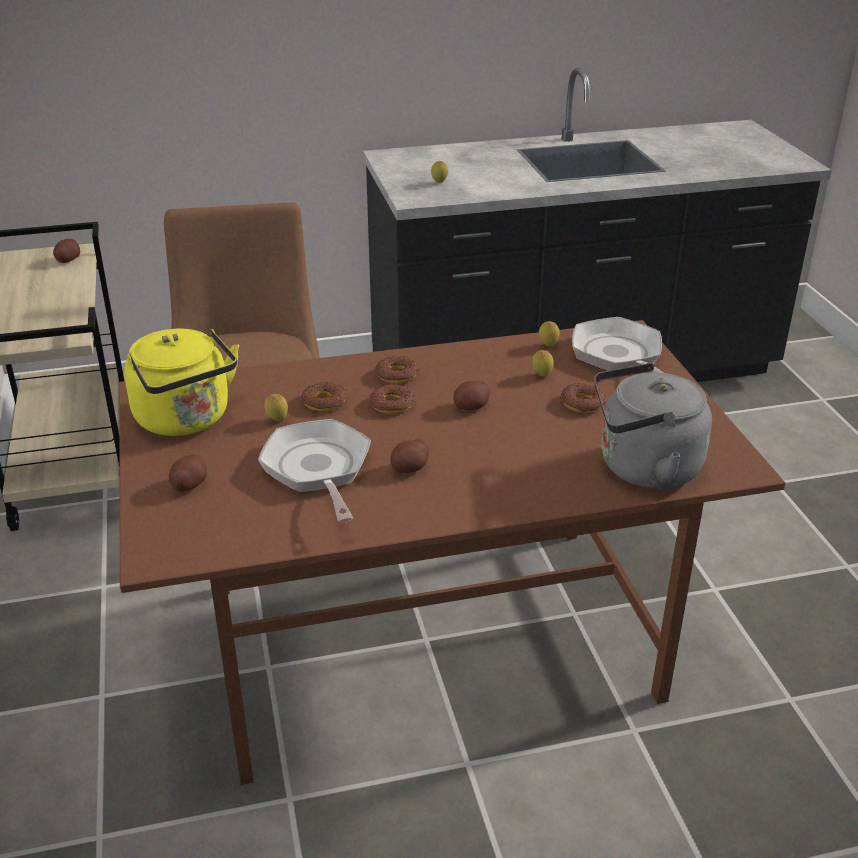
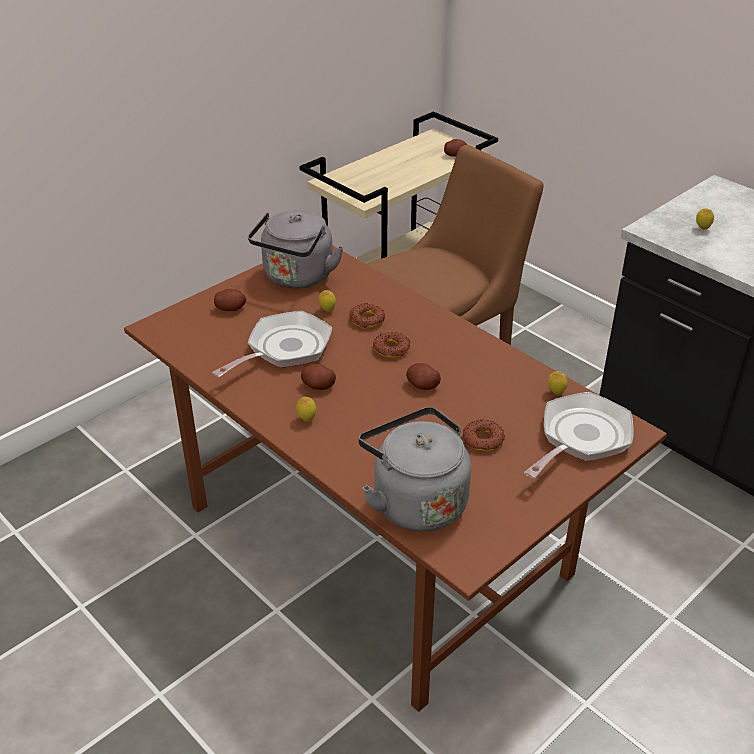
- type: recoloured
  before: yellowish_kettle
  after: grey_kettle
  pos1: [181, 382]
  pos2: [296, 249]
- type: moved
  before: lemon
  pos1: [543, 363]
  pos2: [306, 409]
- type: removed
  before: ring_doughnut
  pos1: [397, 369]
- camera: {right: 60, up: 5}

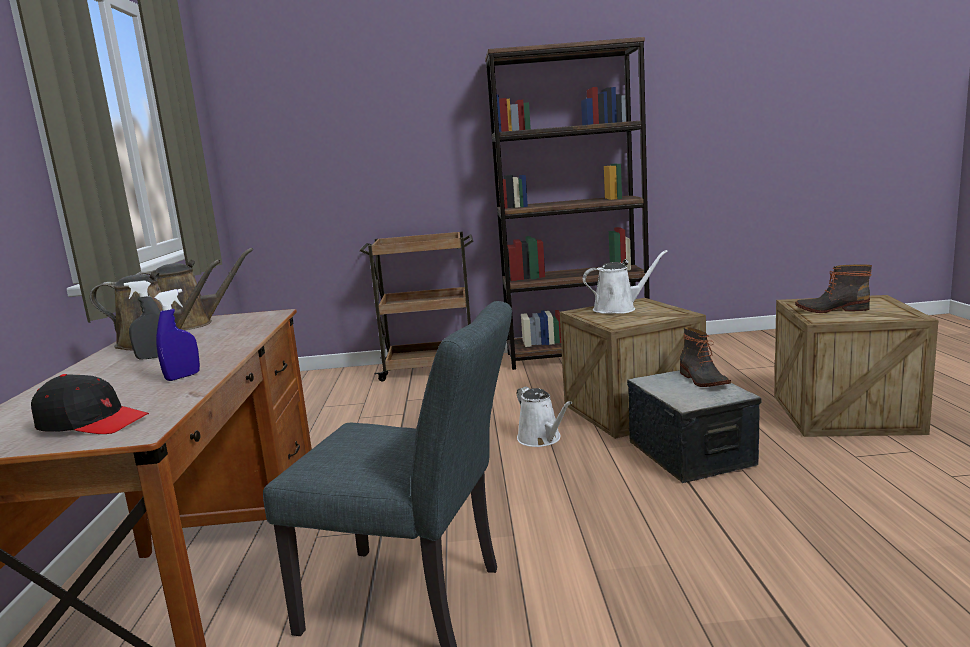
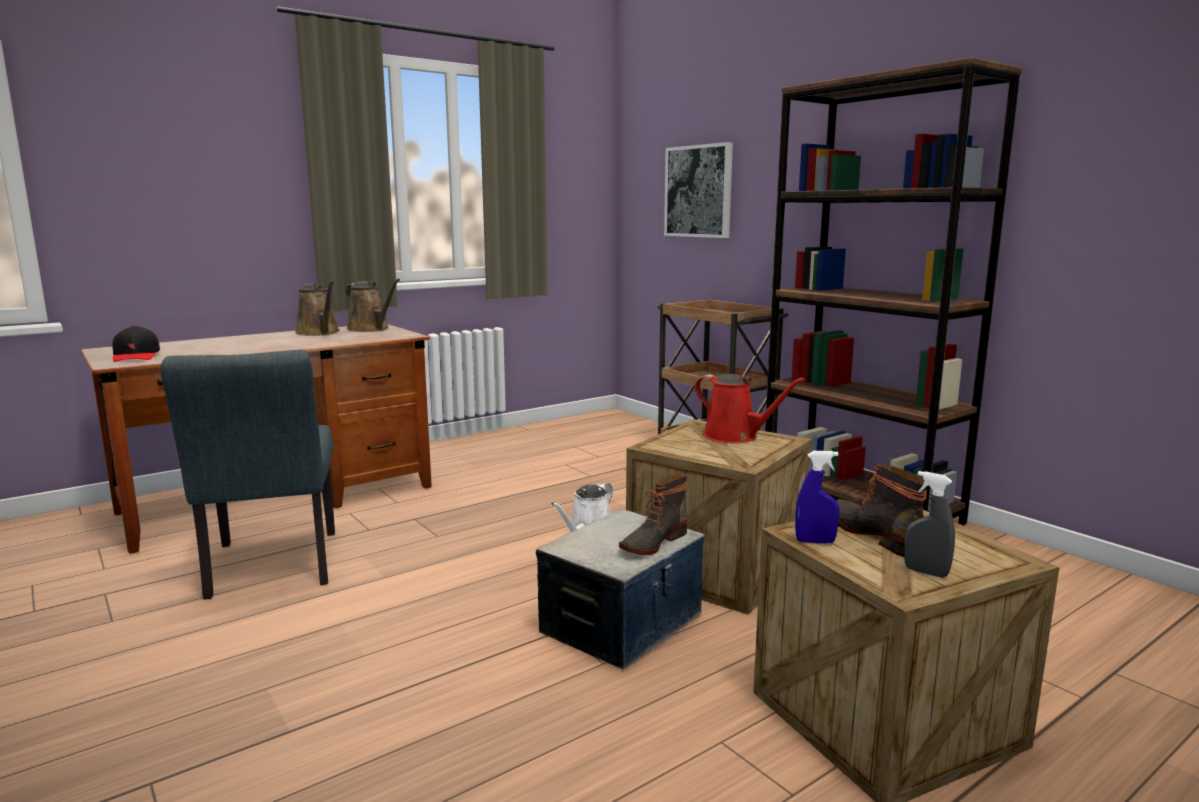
- type: added
  after: wall_art
  pos2: [698, 190]
- type: recoloured
  before: whitish_sprinkling_can
  after: reddish_sprinkling_can
  pos1: [625, 282]
  pos2: [749, 408]
- type: moved
  before: blue_hand_sprayer
  pos1: [177, 335]
  pos2: [817, 497]
- type: moved
  before: grey_hand_sprayer
  pos1: [142, 320]
  pos2: [929, 524]
- camera: {right: 55, up: 0}

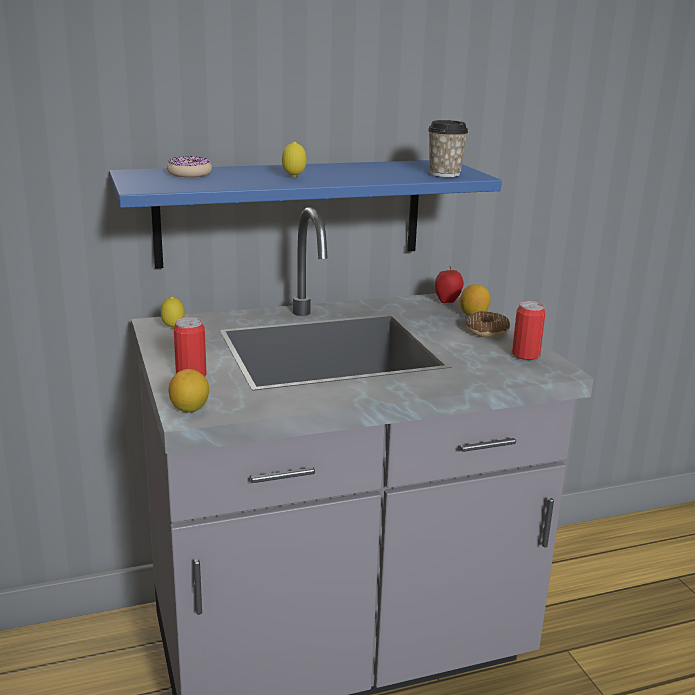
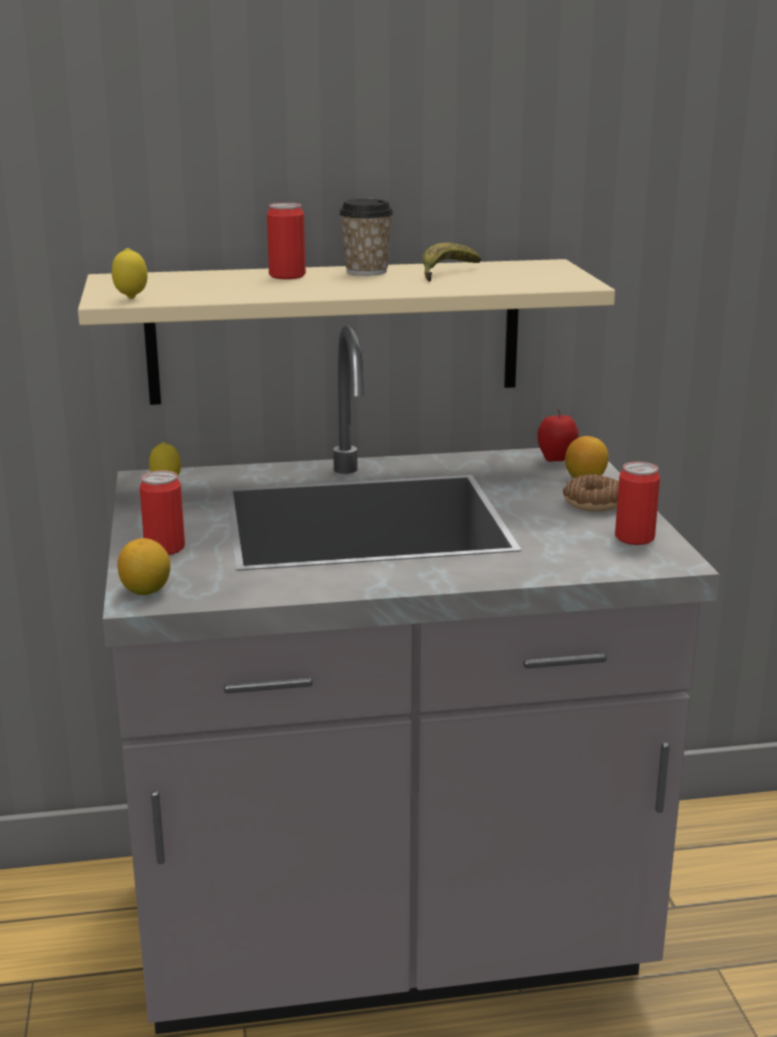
- type: recoloured
  before: blue_wall_shelf
  after: beige-coloured_wall_shelf
  pos1: [305, 214]
  pos2: [346, 332]
- type: moved
  before: lemon
  pos1: [294, 159]
  pos2: [130, 273]
- type: added
  after: can
  pos2: [286, 241]
- type: moved
  before: drinking_cup
  pos1: [448, 148]
  pos2: [366, 237]
- type: added
  after: banana
  pos2: [451, 262]
- type: removed
  before: ring_doughnut
  pos1: [189, 166]
- camera: {right: 10, up: 0}

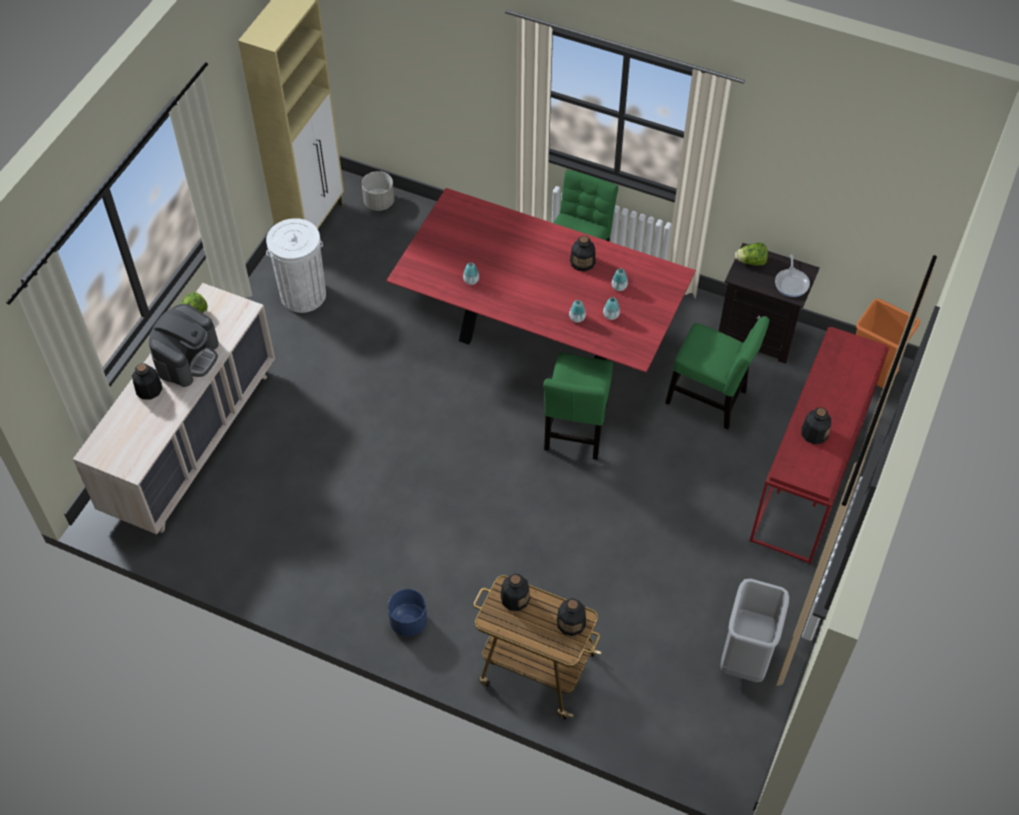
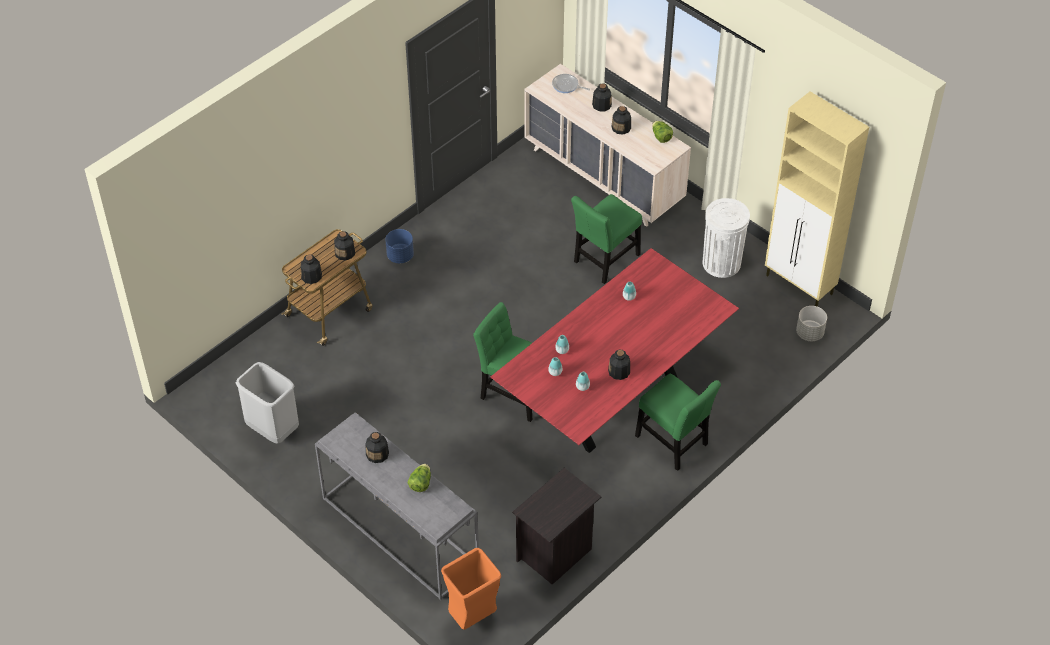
- type: recoloured
  before: reddish_console_table
  after: grey_console_table
  pos1: [819, 445]
  pos2: [397, 506]
- type: moved
  before: lettuce_head
  pos1: [751, 254]
  pos2: [419, 478]
- type: moved
  before: frying_pan
  pos1: [792, 275]
  pos2: [571, 83]
- type: moved
  before: green-coloured_upright_chair
  pos1: [717, 372]
  pos2: [606, 239]
- type: replaced
  before: coffee_brewer
  after: drink_bottle
  pos1: [184, 345]
  pos2: [621, 120]
- camera: {right: 110, up: -5}

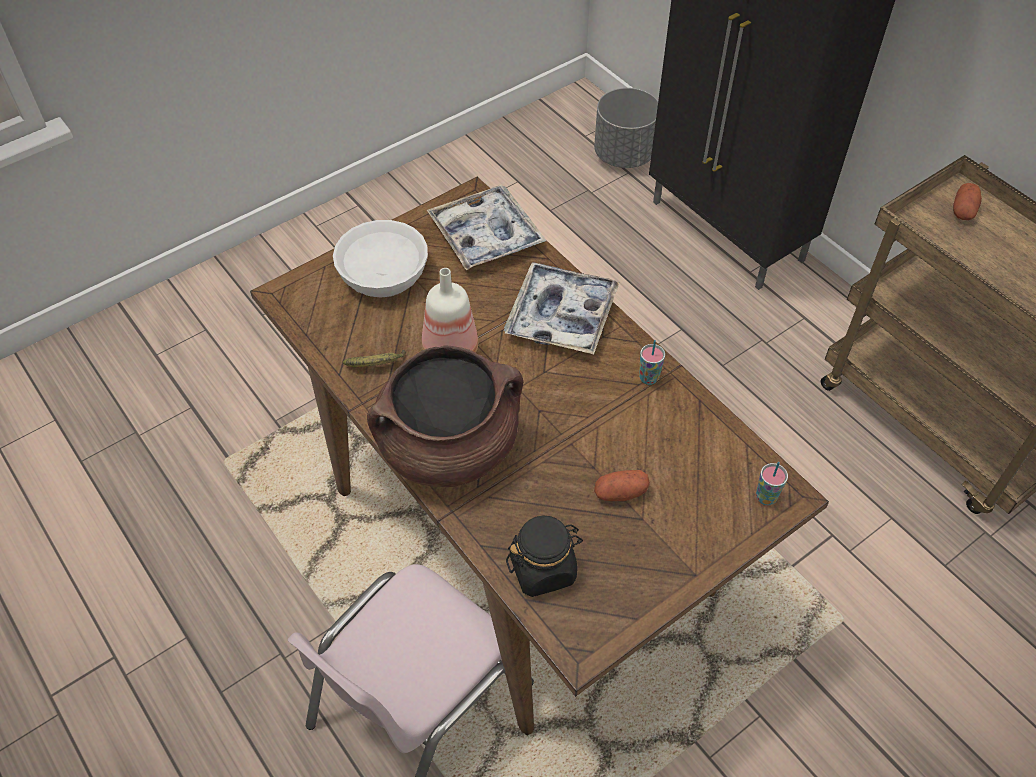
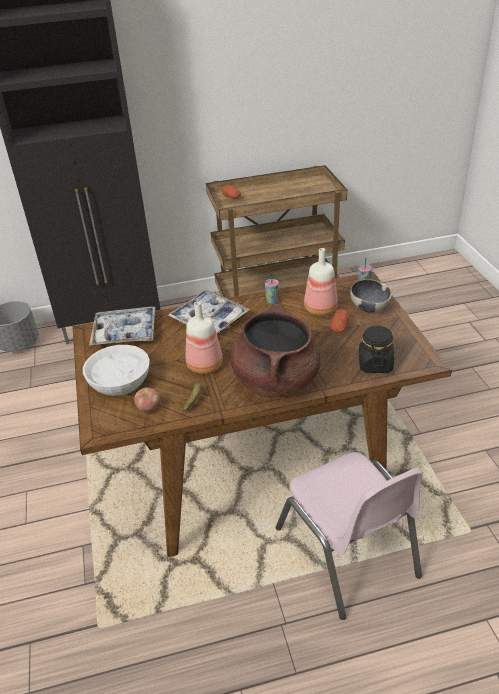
- type: added
  after: apple
  pos2: [147, 399]
- type: added
  after: drink_bottle
  pos2: [321, 282]
- type: added
  after: deep_dish
  pos2: [371, 296]
- camera: {right: -65, up: -15}

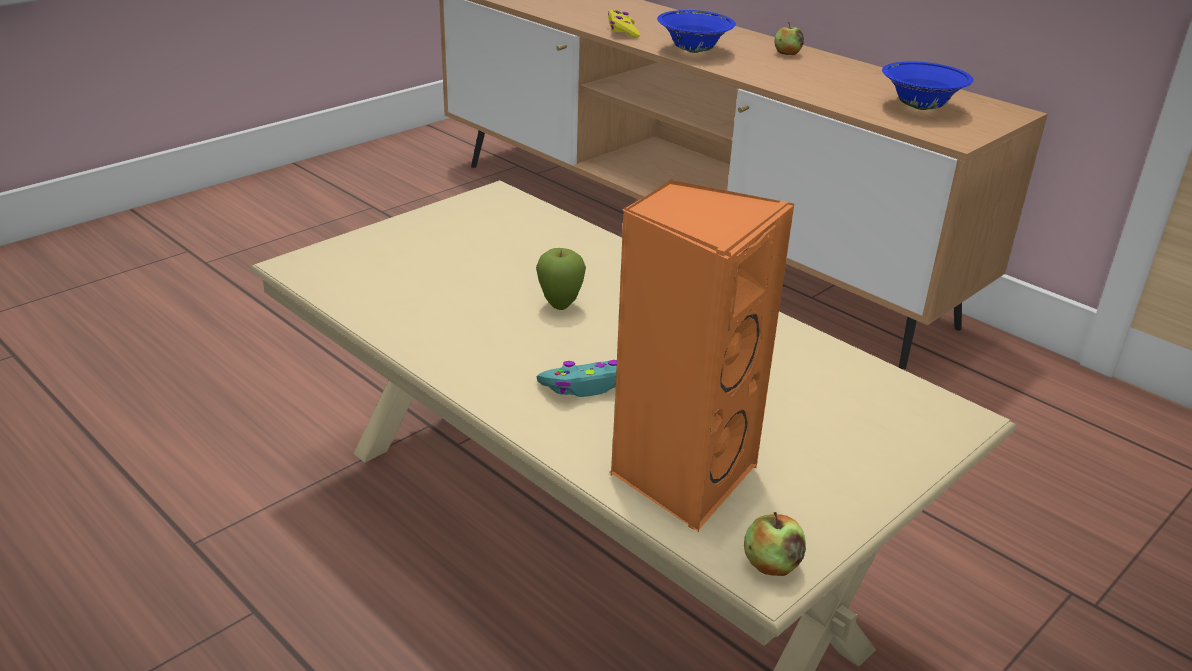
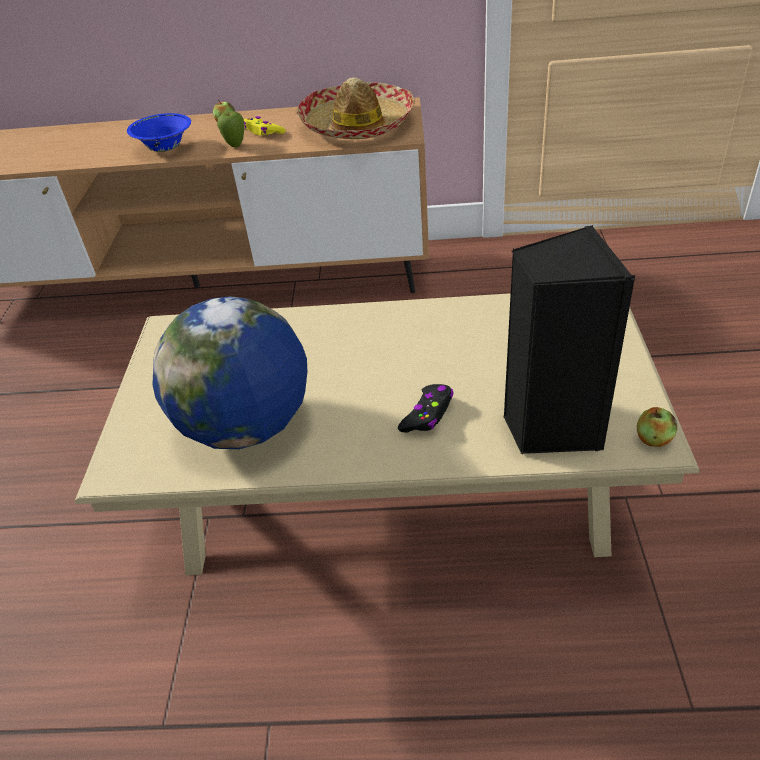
- type: added
  after: globe
  pos2: [230, 372]
- type: moved
  before: apple
  pos1: [561, 279]
  pos2: [230, 129]
- type: moved
  before: yellowish_gamepad
  pos1: [624, 24]
  pos2: [265, 126]
- type: replaced
  before: blue_deep_dish
  after: clothing_hat
  pos1: [928, 85]
  pos2: [355, 108]
- type: recoloured
  before: turquoise-coloured_gamepad
  after: black-coloured_gamepad
  pos1: [577, 378]
  pos2: [425, 408]
- type: recoloured
  before: orangey_speaker
  after: black-coloured_speaker
  pos1: [702, 355]
  pos2: [569, 340]
- camera: {right: -40, up: 10}

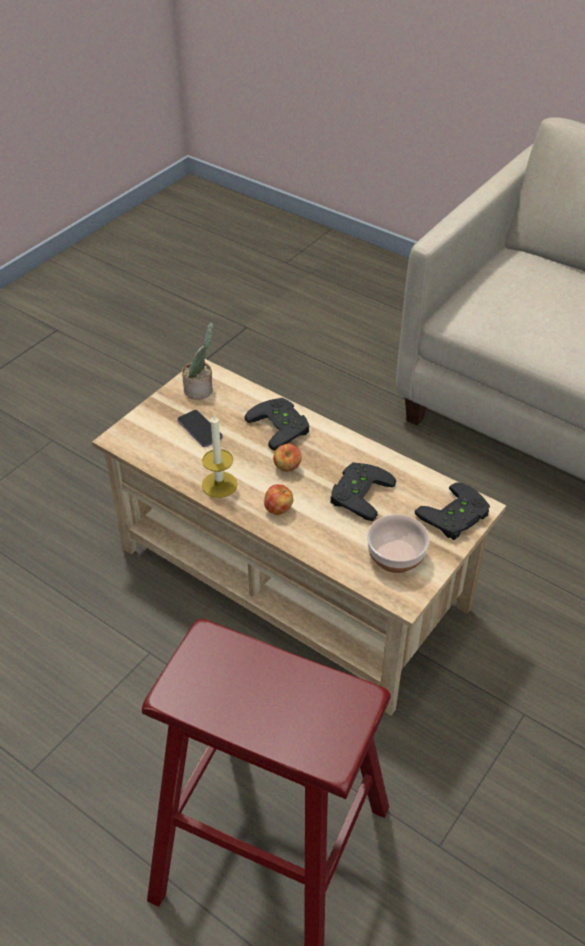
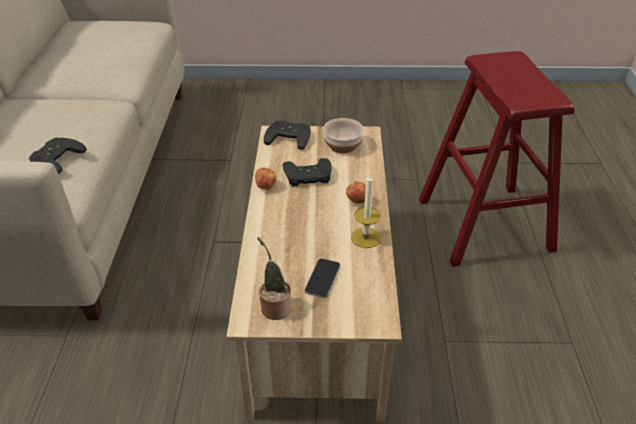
- type: moved
  before: black-coloured_gamepad
  pos1: [276, 424]
  pos2: [58, 156]
- type: moved
  before: apple
  pos1: [287, 458]
  pos2: [266, 179]
- camera: {right: -125, up: -5}

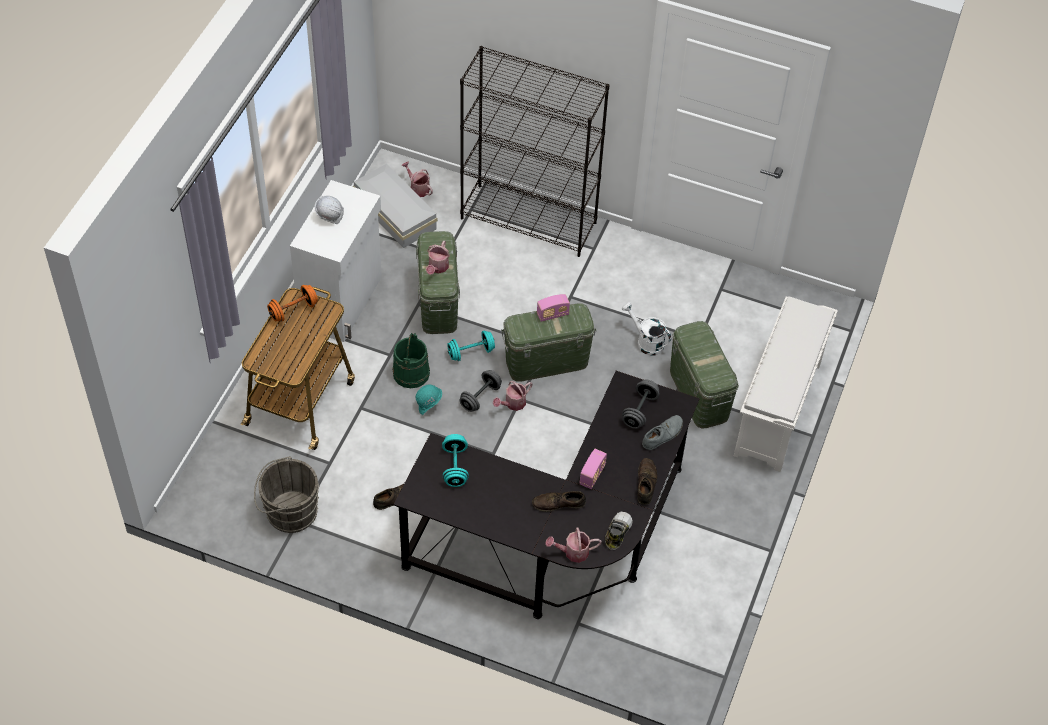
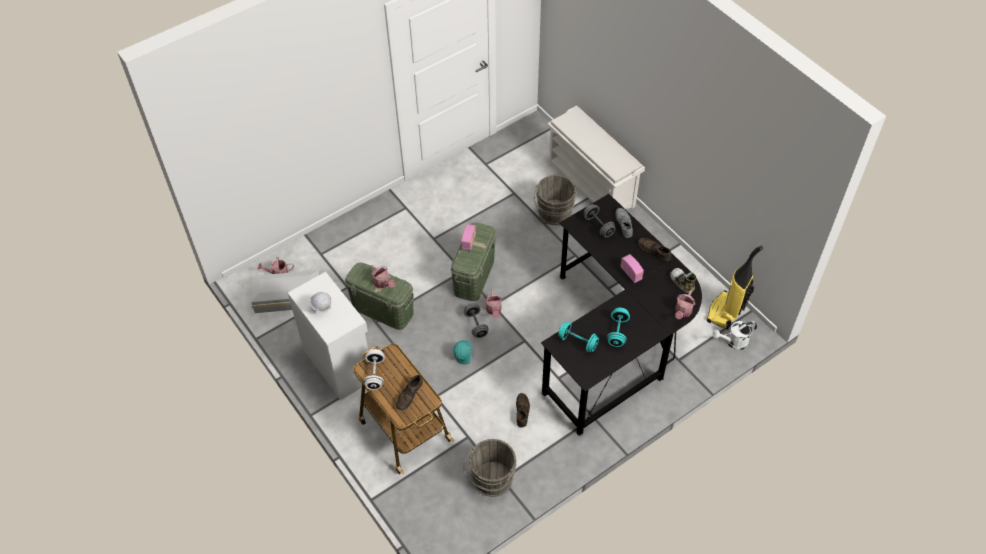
- type: recoloured
  before: orangey_free_weight
  after: whitish_free_weight
  pos1: [292, 303]
  pos2: [374, 369]
- type: moved
  before: brown_low_shoe
  pos1: [559, 501]
  pos2: [409, 392]
- type: replaced
  before: green-coloured_storage_box
  after: grey_water_bucket
  pos1: [704, 375]
  pos2: [555, 200]
- type: moved
  before: turquoise-coloured_free_weight
  pos1: [471, 346]
  pos2: [618, 327]
- type: added
  after: vacuum
  pos2: [734, 288]
- type: moved
  before: whitish_sprinkling_can
  pos1: [646, 329]
  pos2: [734, 335]
- type: removed
  before: green-coloured_water_bucket
  pos1: [411, 360]
- type: removed
  before: black-coloured_bookcase
  pos1: [535, 151]
- camera: {right: -55, up: 0}

